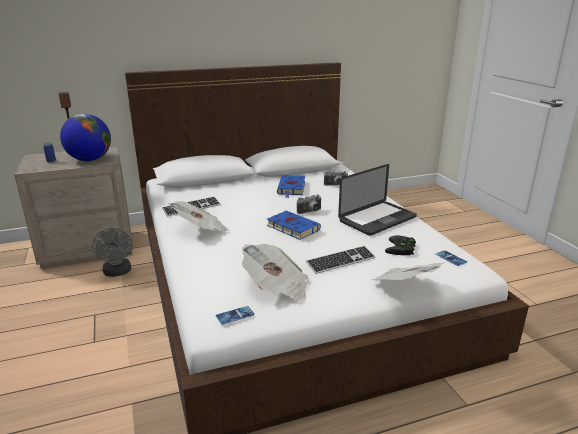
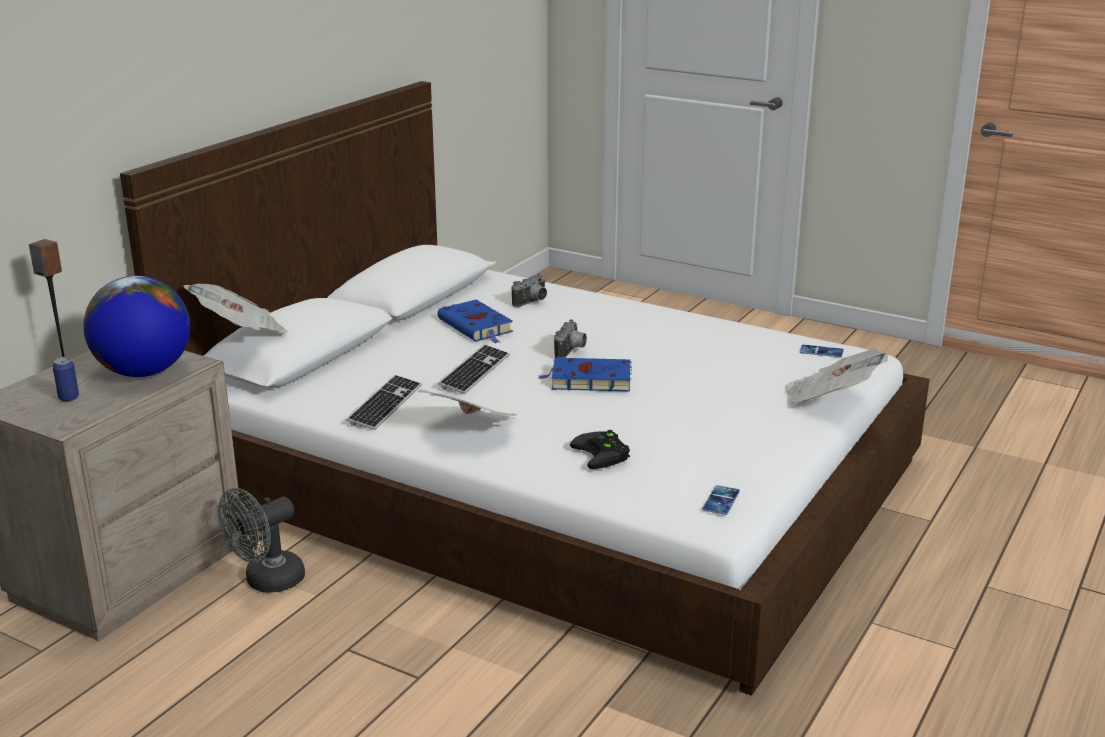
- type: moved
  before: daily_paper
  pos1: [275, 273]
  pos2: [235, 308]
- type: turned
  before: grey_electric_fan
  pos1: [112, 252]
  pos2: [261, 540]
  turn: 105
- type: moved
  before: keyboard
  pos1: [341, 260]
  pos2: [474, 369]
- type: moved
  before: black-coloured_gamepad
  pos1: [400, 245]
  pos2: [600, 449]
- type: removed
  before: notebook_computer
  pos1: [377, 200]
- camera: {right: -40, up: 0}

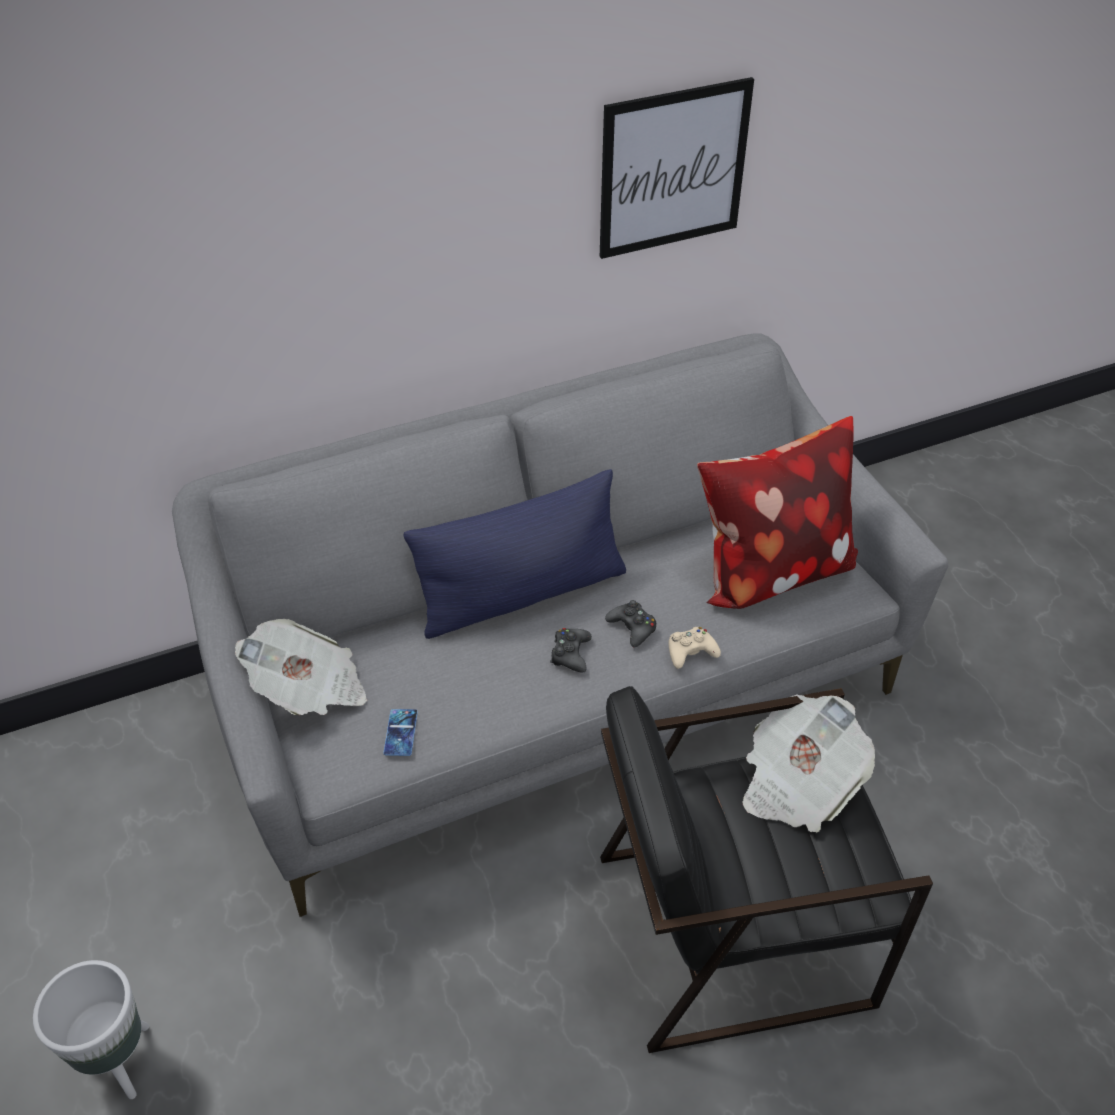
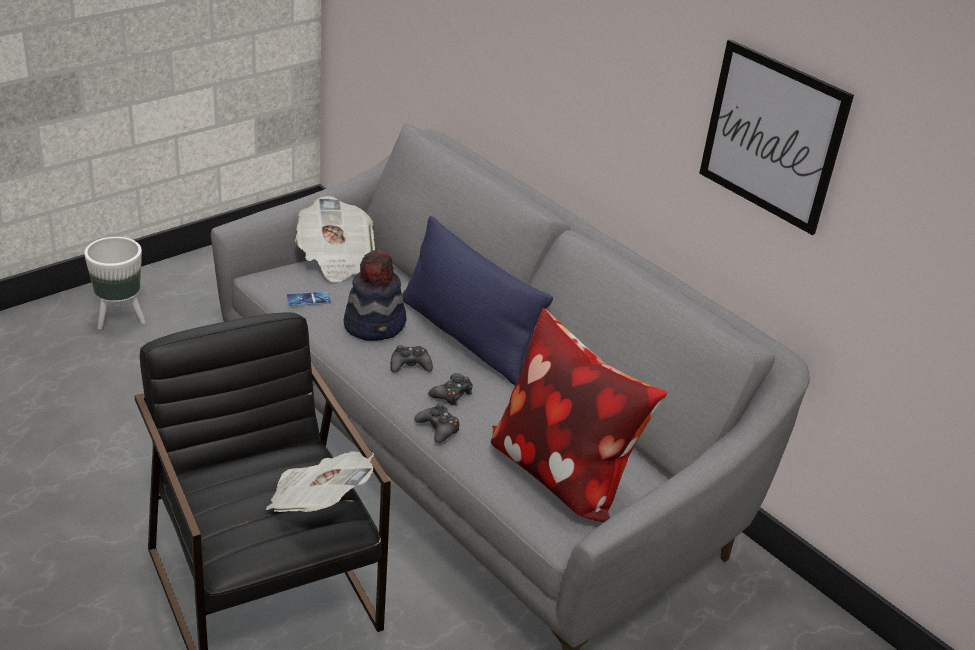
- type: added
  after: clothing_hat
  pos2: [375, 295]
- type: recoloured
  before: beige-coloured_gamepad
  after: black-coloured_gamepad
  pos1: [694, 648]
  pos2: [437, 423]
- camera: {right: 70, up: -10}

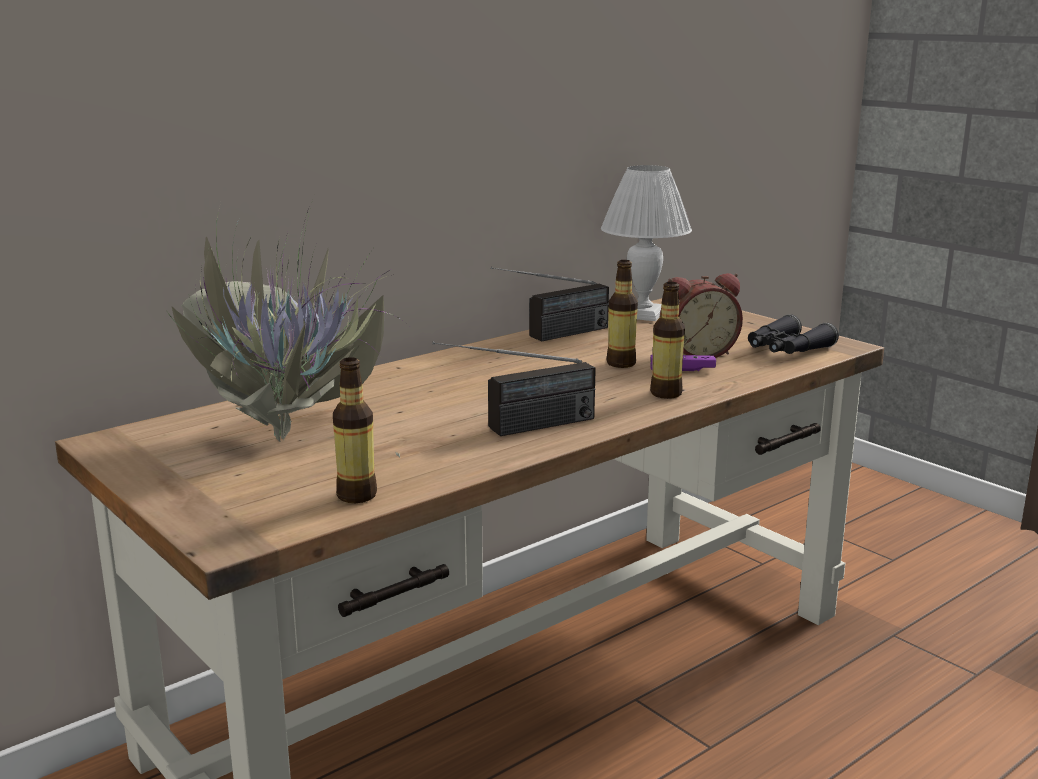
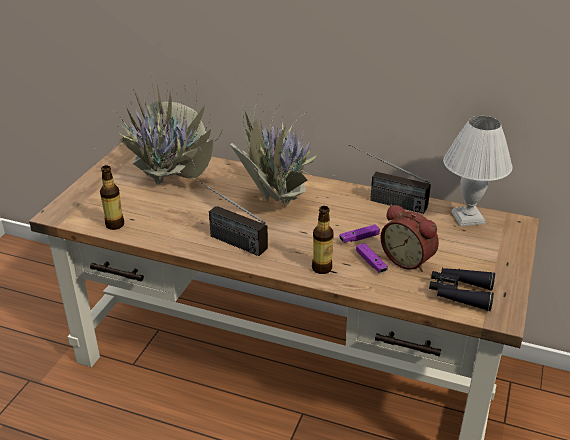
- type: added
  after: potted_plant
  pos2: [286, 146]
- type: replaced
  before: drink_bottle
  after: purplish_gamepad
  pos1: [622, 314]
  pos2: [359, 233]
- camera: {right: 60, up: 15}

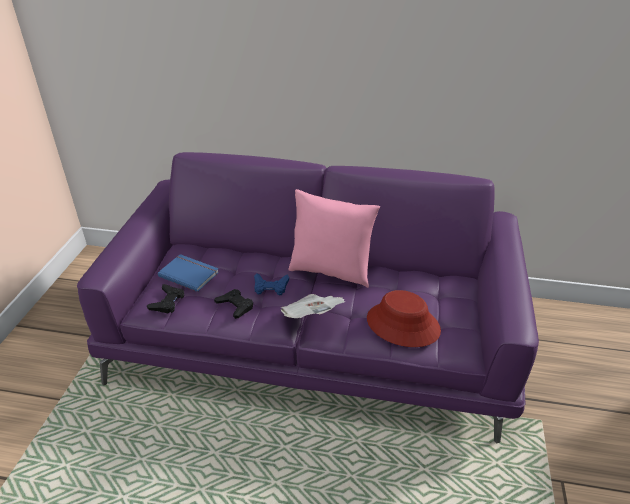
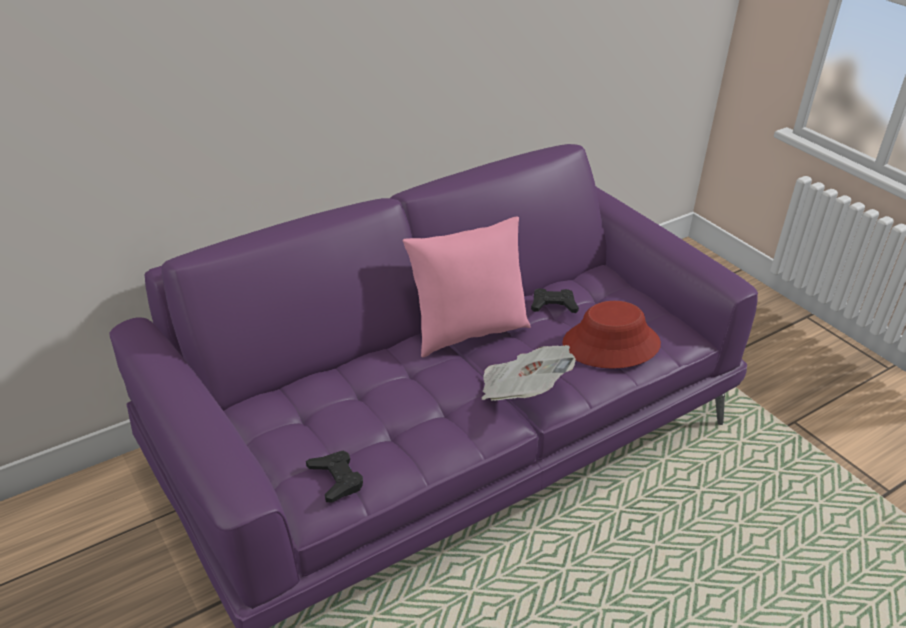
- type: moved
  before: black-coloured_gamepad
  pos1: [233, 304]
  pos2: [555, 300]
- type: removed
  before: blue_book
  pos1: [188, 273]
- type: removed
  before: blue_gamepad
  pos1: [271, 284]
- camera: {right: -45, up: 0}

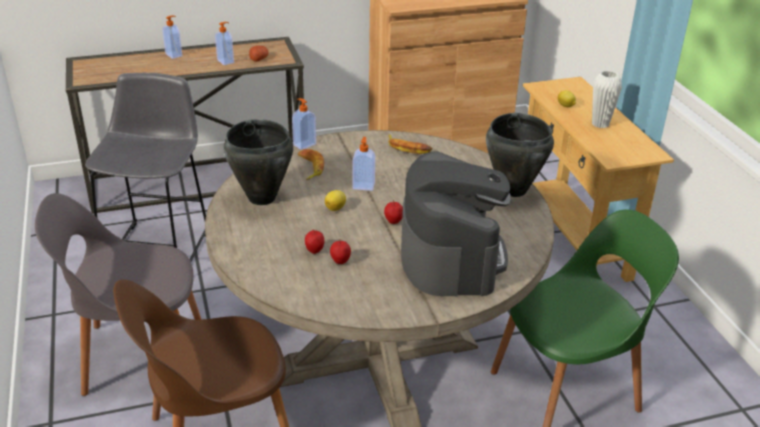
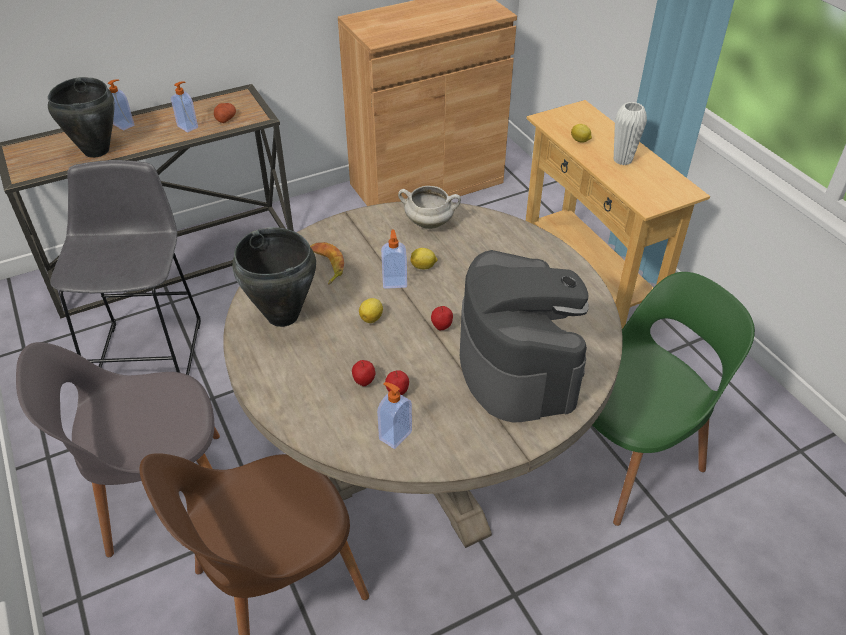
- type: moved
  before: black-coloured_stockpot
  pos1: [520, 155]
  pos2: [81, 117]
- type: moved
  before: soap_bottle
  pos1: [304, 124]
  pos2: [394, 415]
- type: replaced
  before: banana
  after: whitish_stockpot
  pos1: [410, 144]
  pos2: [429, 207]
- type: added
  after: lemon
  pos2: [423, 258]
- camera: {right: -10, up: 10}

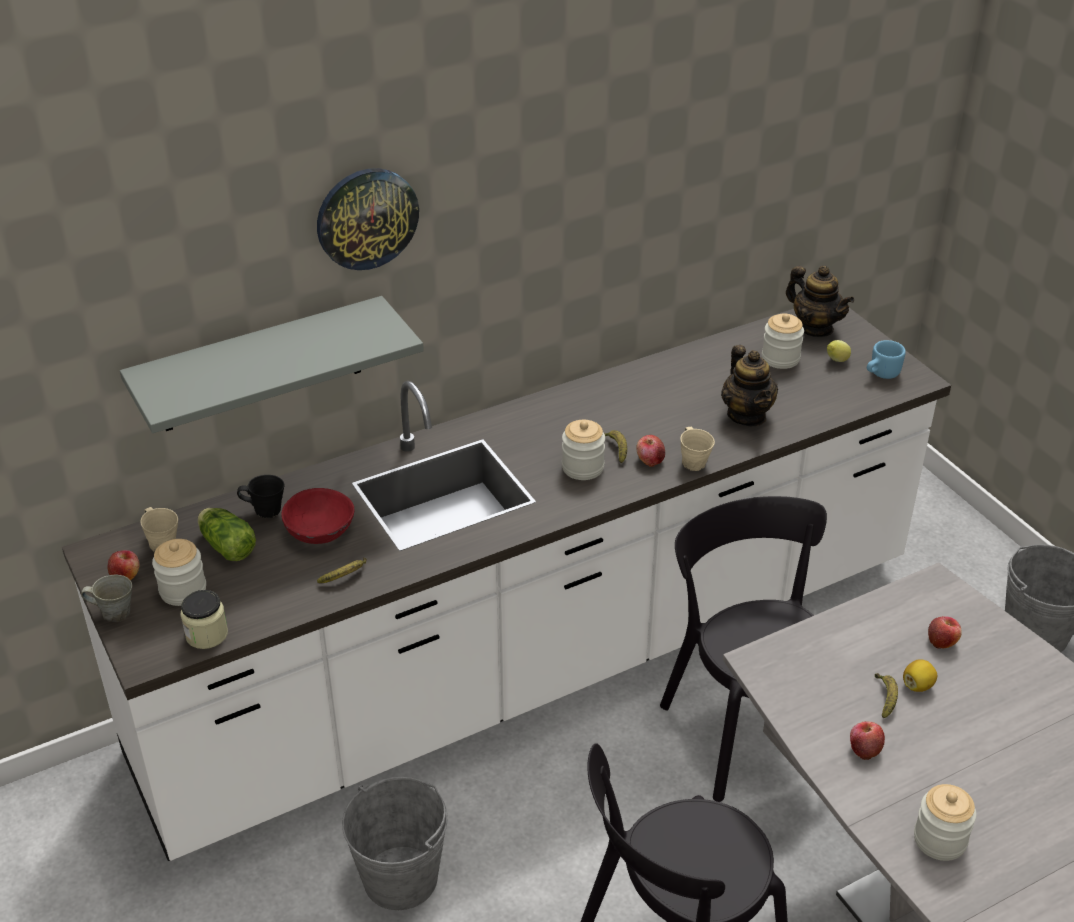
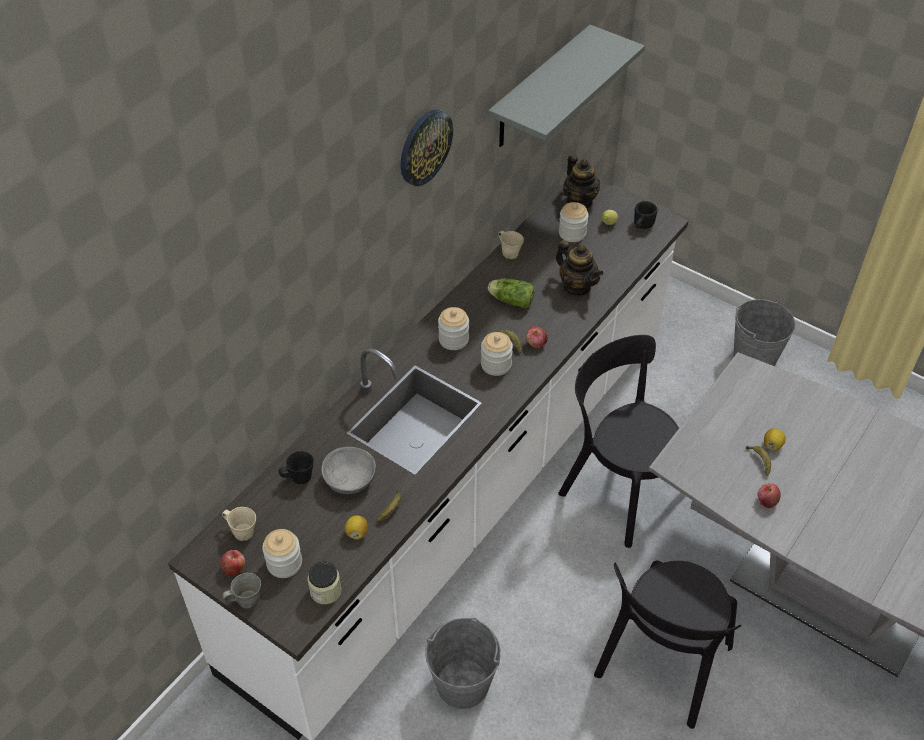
- type: recoloured
  before: reddish_deep_dish
  after: grey_deep_dish
  pos1: [318, 516]
  pos2: [349, 470]
- type: added
  after: lemon
  pos2: [356, 527]
- type: moved
  before: hanging_clock
  pos1: [368, 219]
  pos2: [427, 147]
- type: moved
  before: preserve_jar
  pos1: [945, 822]
  pos2: [453, 328]
- type: moved
  before: grey_wall_shelf
  pos1: [272, 364]
  pos2: [566, 86]
- type: moved
  before: lettuce_head
  pos1: [227, 534]
  pos2: [511, 293]
- type: moved
  before: beige-coloured_mug
  pos1: [697, 449]
  pos2: [511, 244]
- type: turned
  before: teapot
  pos1: [820, 301]
  pos2: [581, 182]
  turn: 45
- type: recoloured
  before: blue_mug
  after: black-coloured_mug
  pos1: [886, 359]
  pos2: [646, 215]
- type: removed
  before: apple
  pos1: [945, 632]
- camera: {right: -25, up: 10}

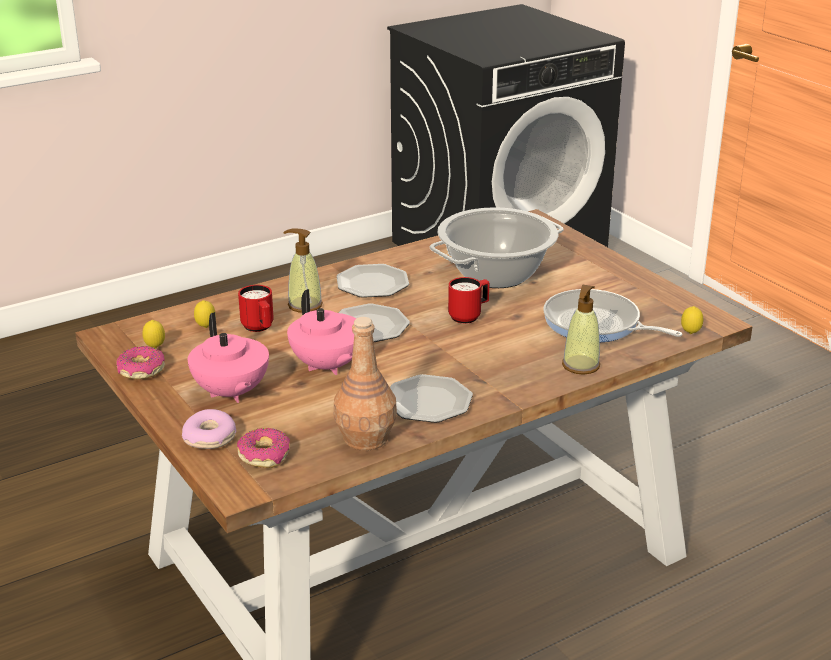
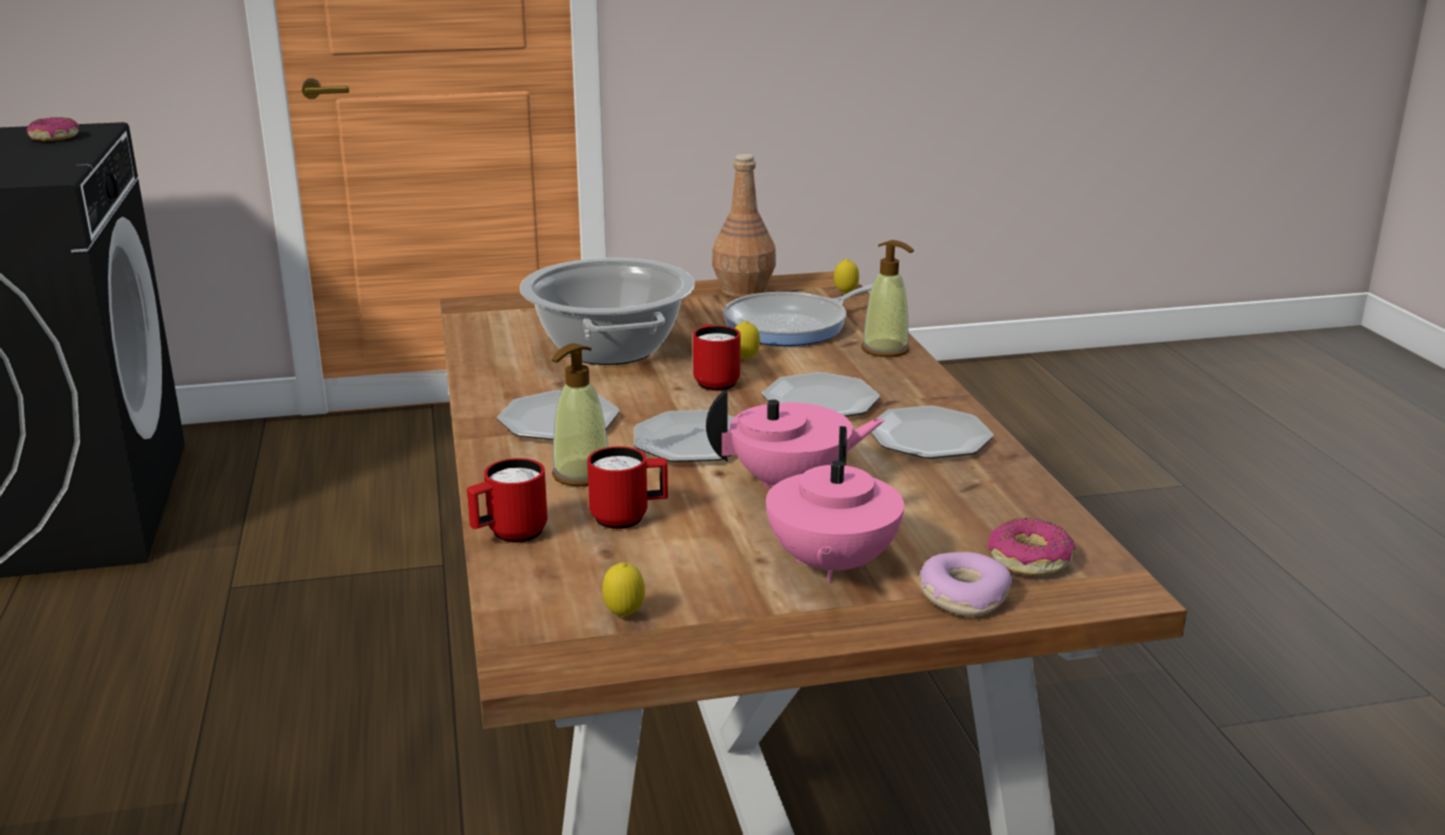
- type: moved
  before: ring_doughnut
  pos1: [140, 362]
  pos2: [53, 129]
- type: added
  after: reddish_mug
  pos2: [507, 500]
- type: moved
  before: brown_drink_bottle
  pos1: [365, 384]
  pos2: [744, 226]
- type: moved
  before: lemon
  pos1: [205, 314]
  pos2: [747, 341]
- type: added
  after: flat_dish
  pos2: [821, 394]
- type: turned
  before: pink_teapot
  pos1: [228, 357]
  pos2: [835, 504]
  turn: 105
- camera: {right: -70, up: -5}

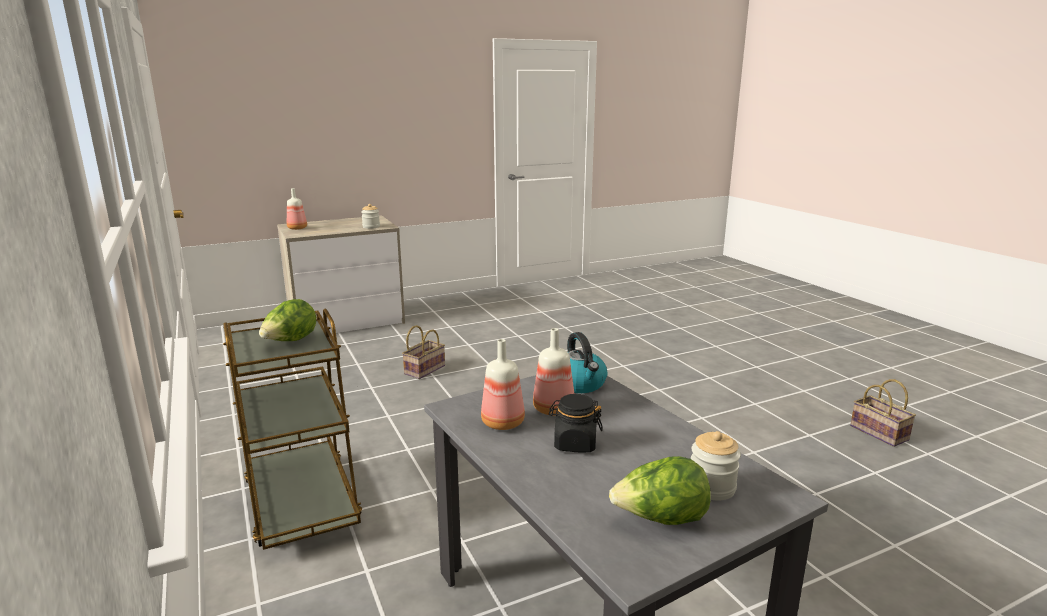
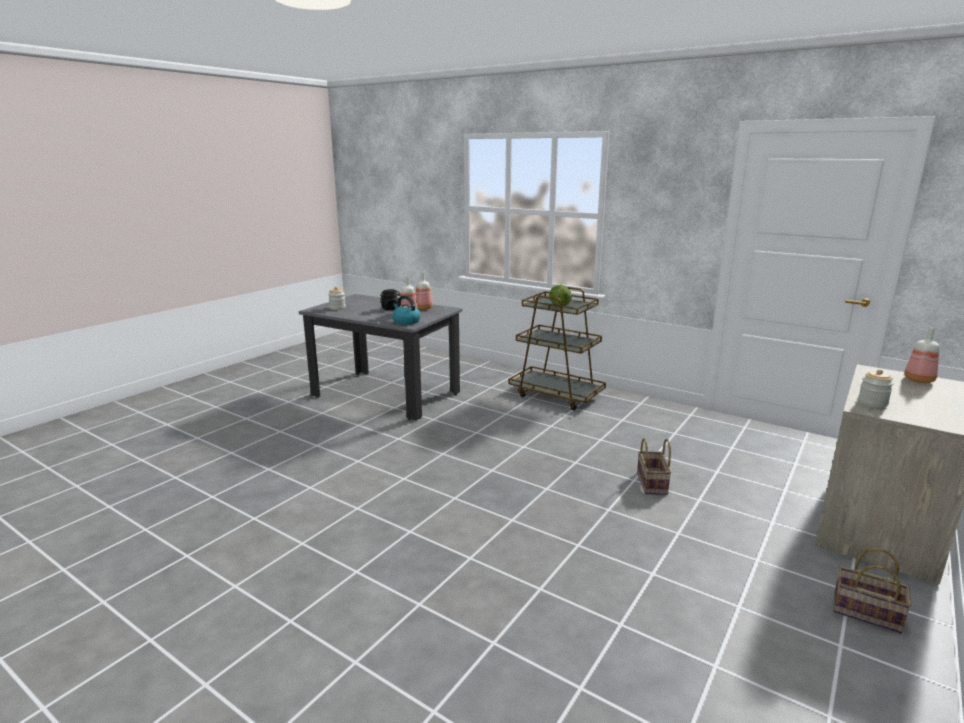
- type: moved
  before: storage_basket
  pos1: [883, 413]
  pos2: [872, 590]
- type: removed
  before: lettuce_head
  pos1: [660, 490]
- camera: {right: 150, up: 0}

